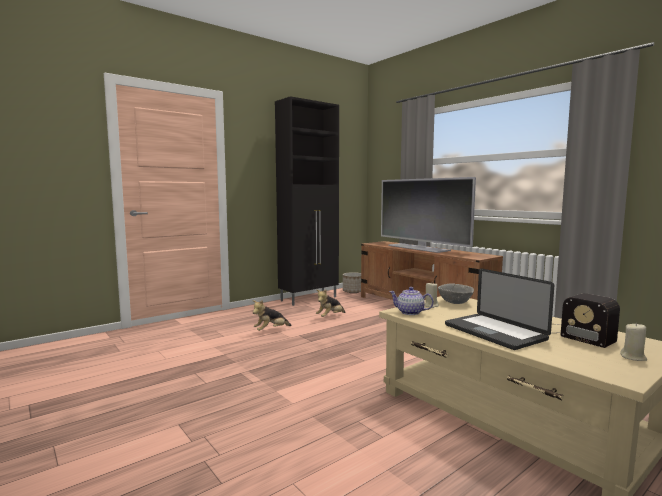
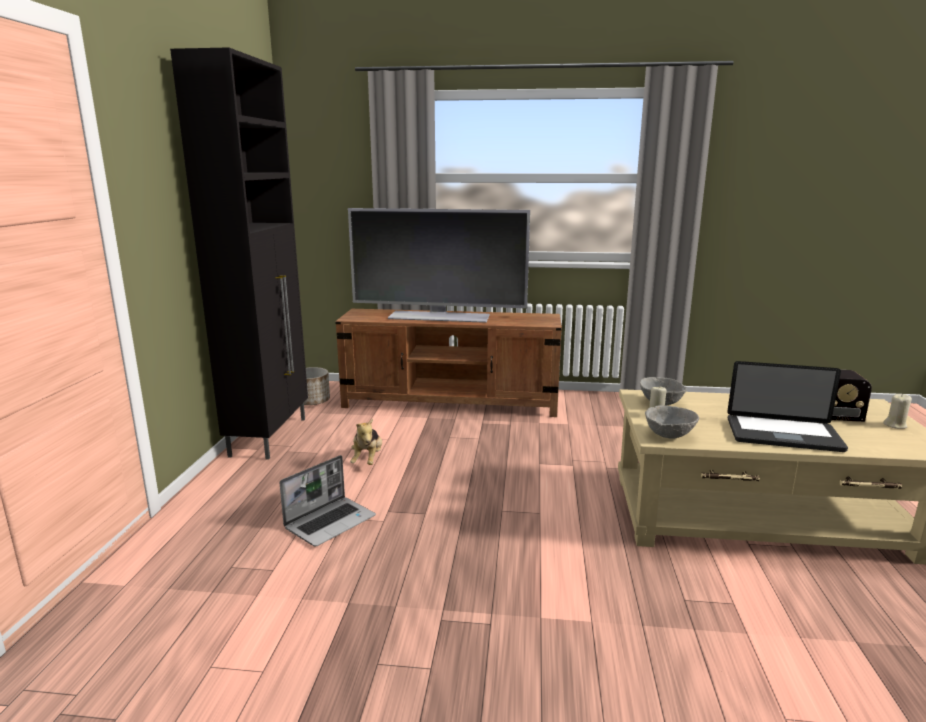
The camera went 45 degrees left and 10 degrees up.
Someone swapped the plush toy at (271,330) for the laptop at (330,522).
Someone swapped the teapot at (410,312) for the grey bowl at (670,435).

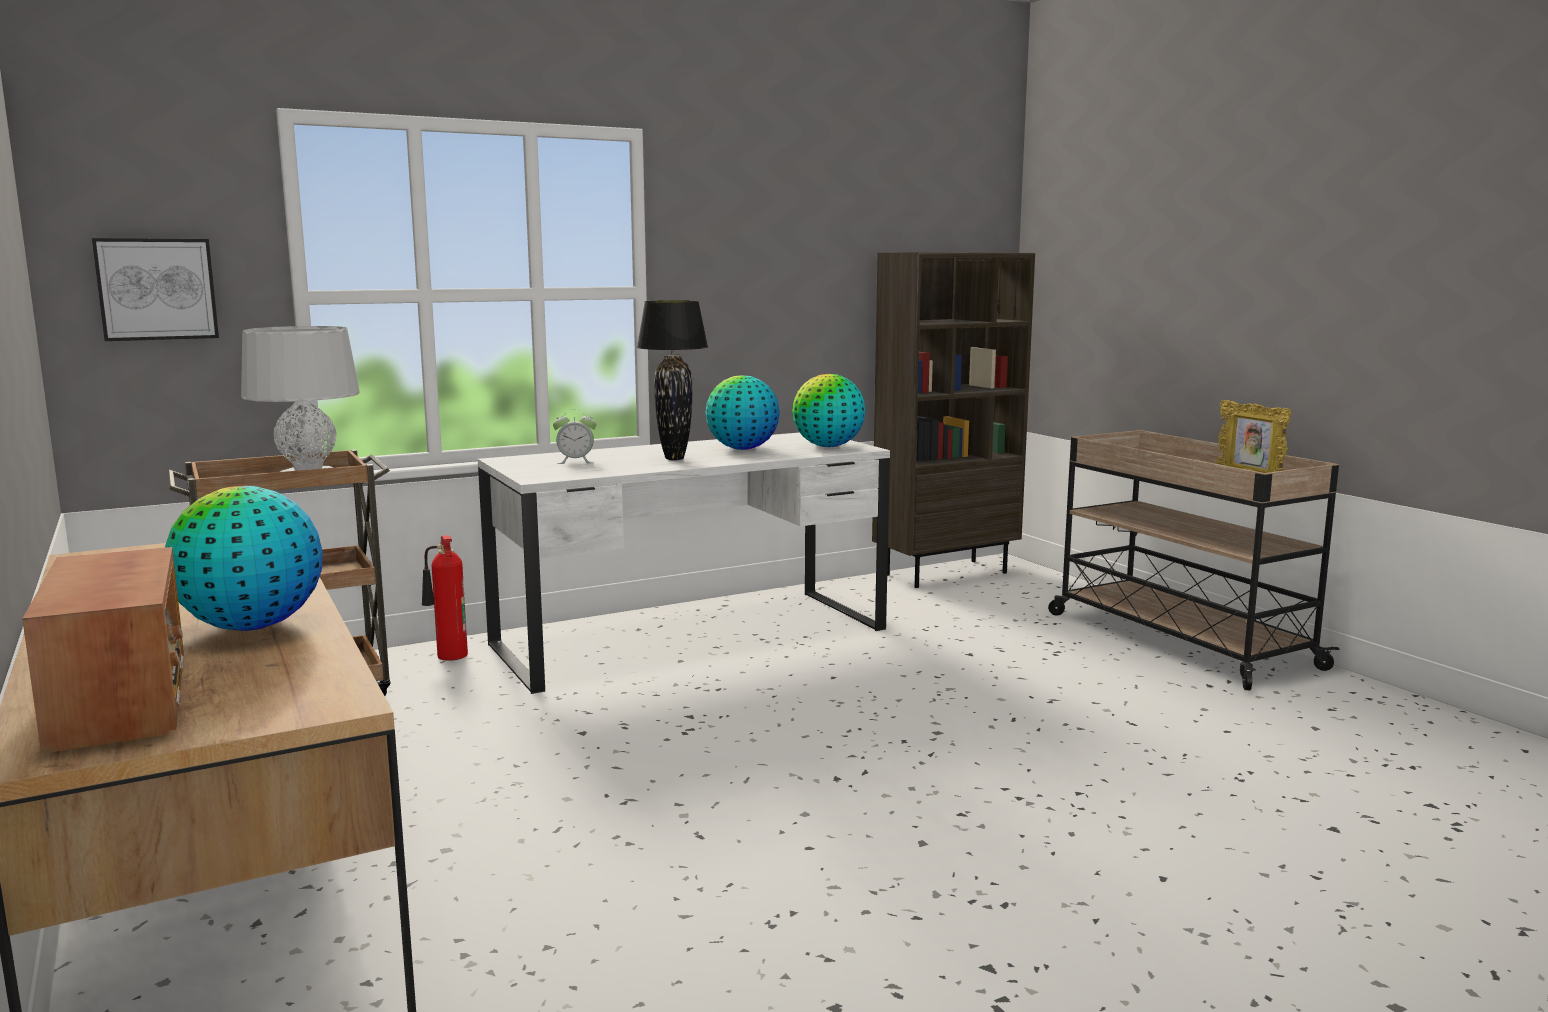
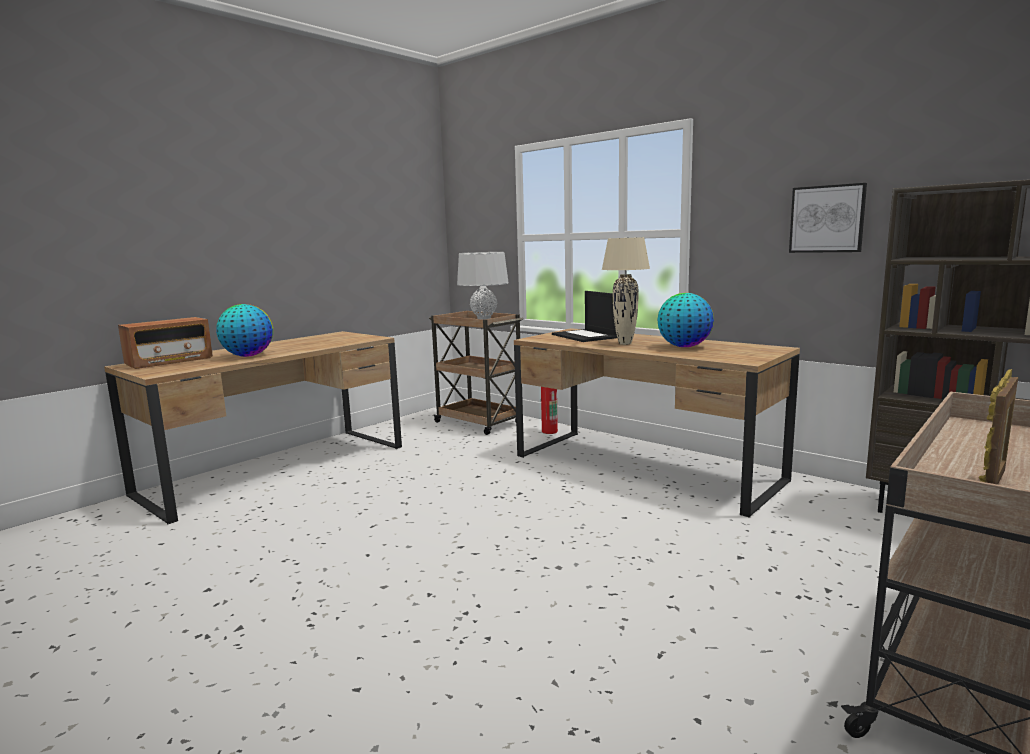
The camera went 70 degrees right and 0 degrees up.
Someone took away the globe at (828,446).
Someone carried the picture from (157,289) to (827,219).
Someone swapped the alarm clock at (576,461) for the laptop at (586,336).
Someone repainted the white desk at (691,637), which became the brown desk at (644,468).
Someone repainted the black table lamp at (674,458), which became the beige table lamp at (625,343).

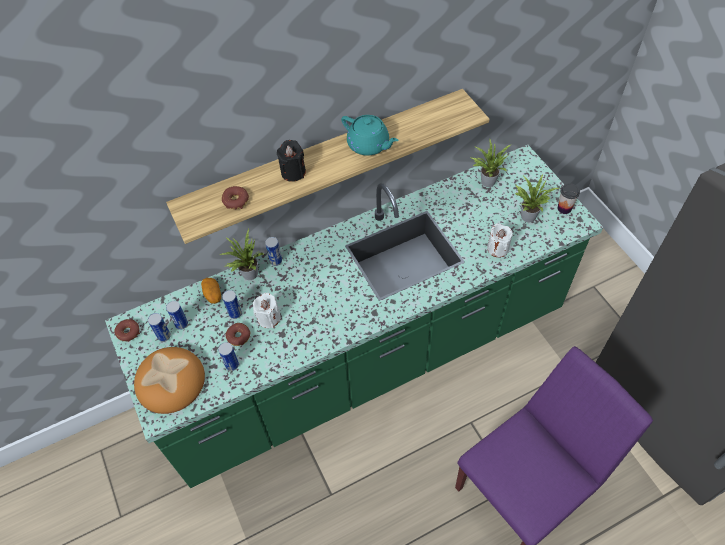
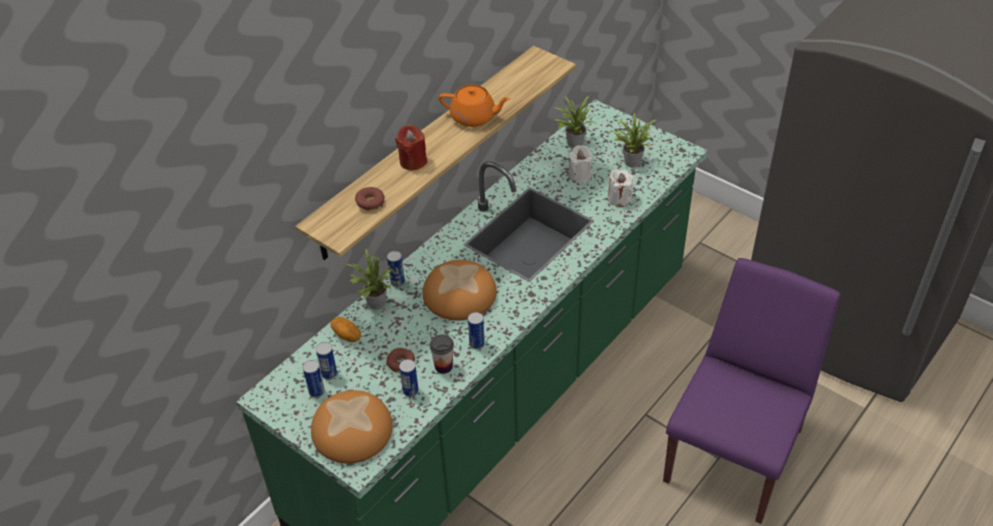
The camera went 25 degrees left and 10 degrees down.
Someone took away the donut at (128,332).
Someone put down the bread at (459,295).
Someone carried the can from (235,313) to (477,344).
Someone carried the white candle from (269,318) to (580,176).
Someone carried the cup from (564,208) to (443,366).
Someone repainted the black candle at (293,172), which became the red candle at (413,161).
Someone repainted the turquoise teapot at (369,145), which became the orange teapot at (474,117).

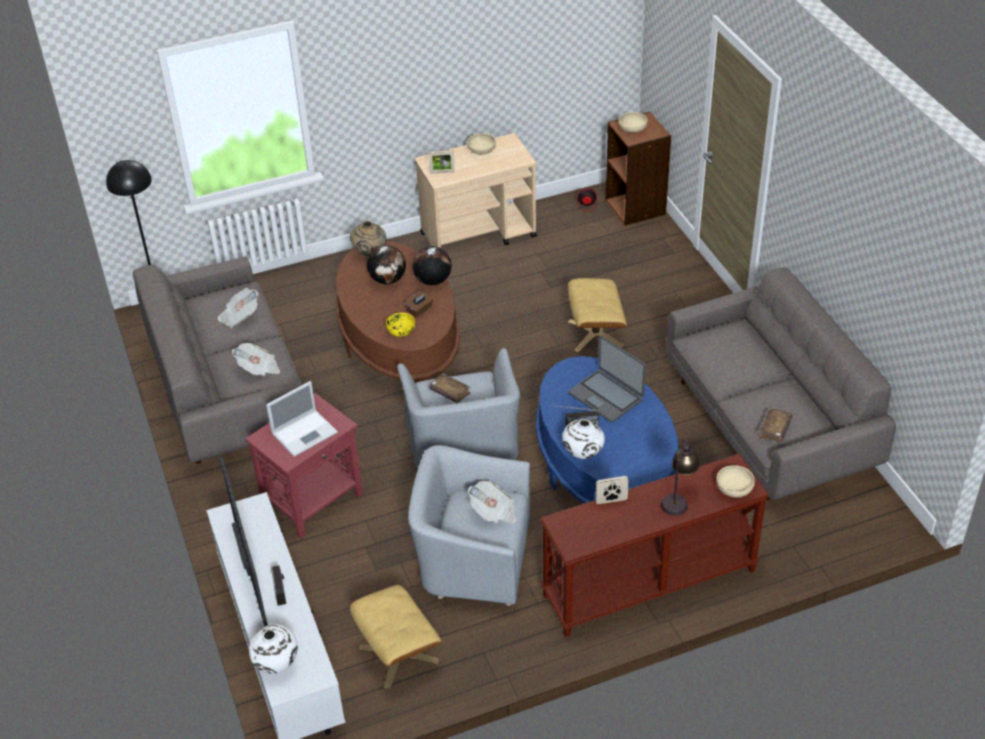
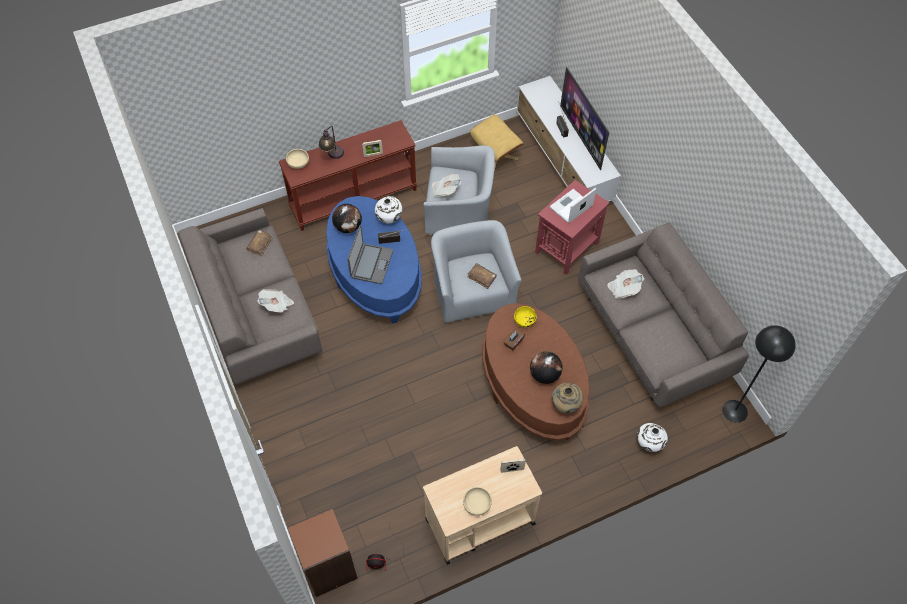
The camera went 175 degrees right and 15 degrees up.
Someone took away the beige ottoman at (595,334).
Someone took away the beige bowl at (632,129).
Someone carried the newspaper from (239,316) to (277,305).
Someone carried the white vase from (277,665) to (649,444).
Someone carried the globe from (432,281) to (348,227).
Someone rotated the laptop at (606,396) by 60 degrees clockwise.

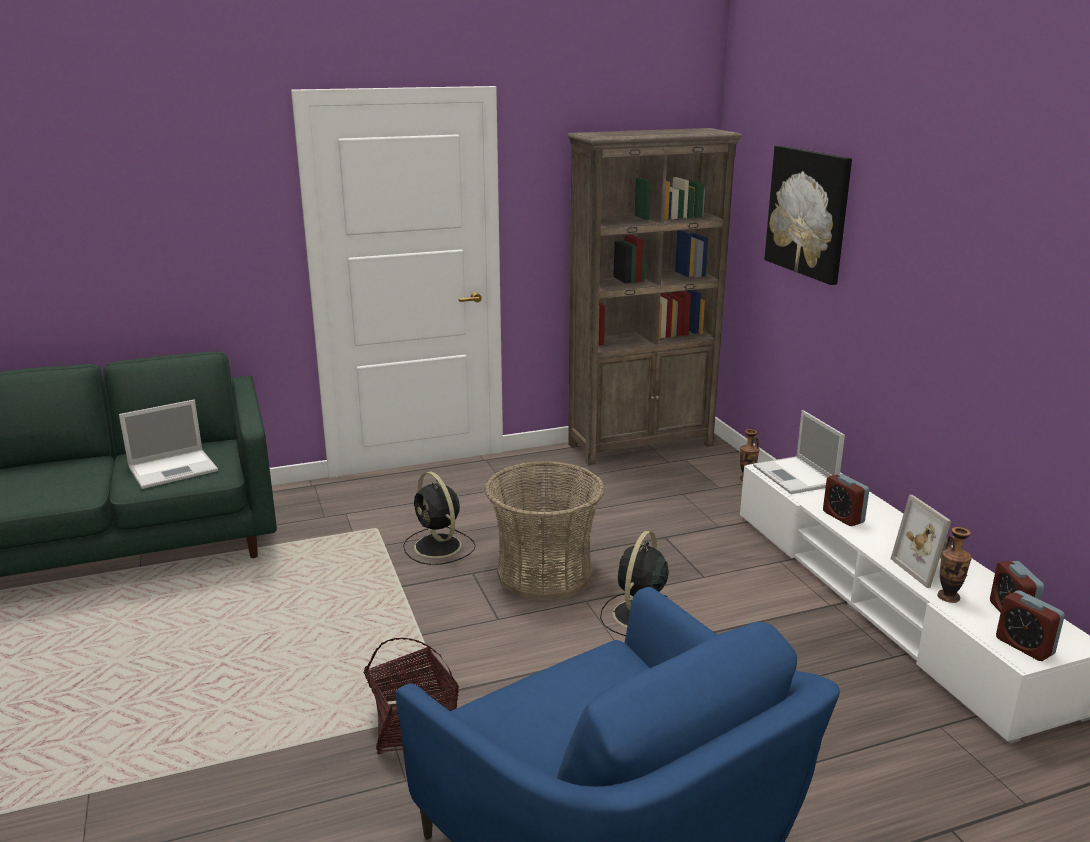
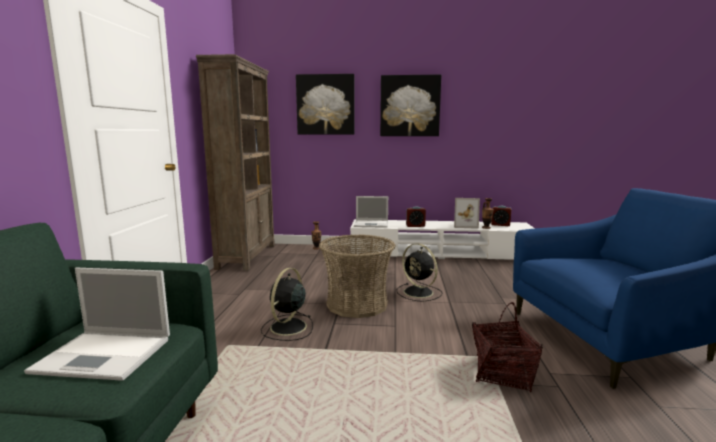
The camera went 65 degrees left and 10 degrees down.
Someone took away the alarm clock at (1024,646).
Someone put up the picture at (410,106).
Someone rotated the laptop at (175,469) by 105 degrees clockwise.
Someone rotated the black fan at (439,547) by 120 degrees clockwise.

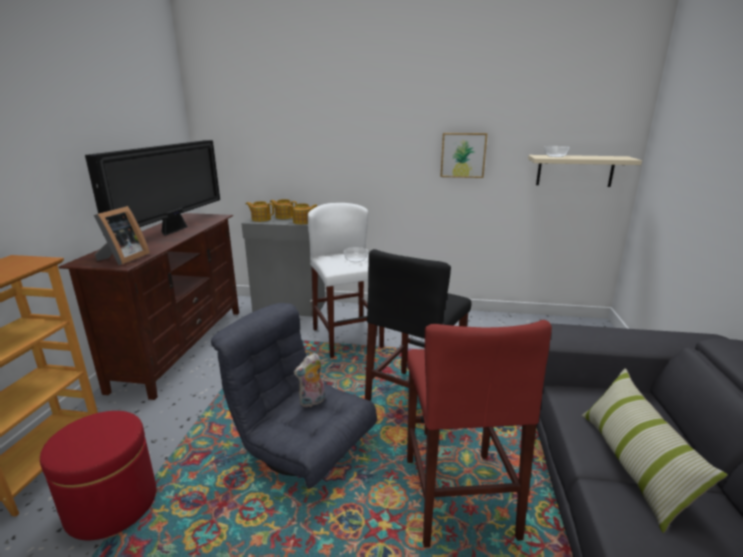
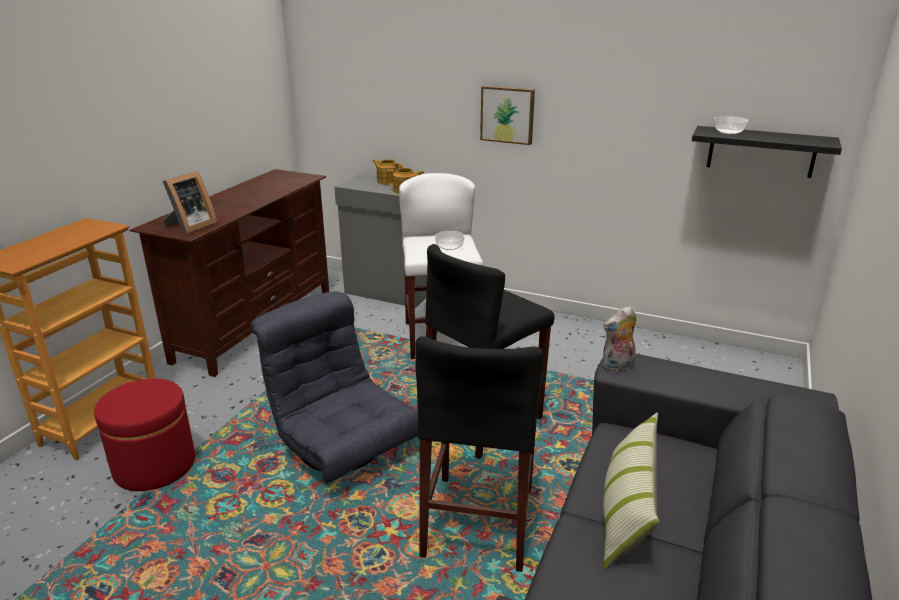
The camera went 15 degrees right and 5 degrees up.
Someone took away the television at (174,230).
Someone took away the teapot at (261,219).
Someone carried the plush toy from (312,402) to (617,367).
Someone carried the picture from (463,155) to (507,114).
Someone repainted the red stool at (458,496), which became the black stool at (479,521).
Someone repainted the beige shelf at (575,170), which became the black shelf at (761,151).

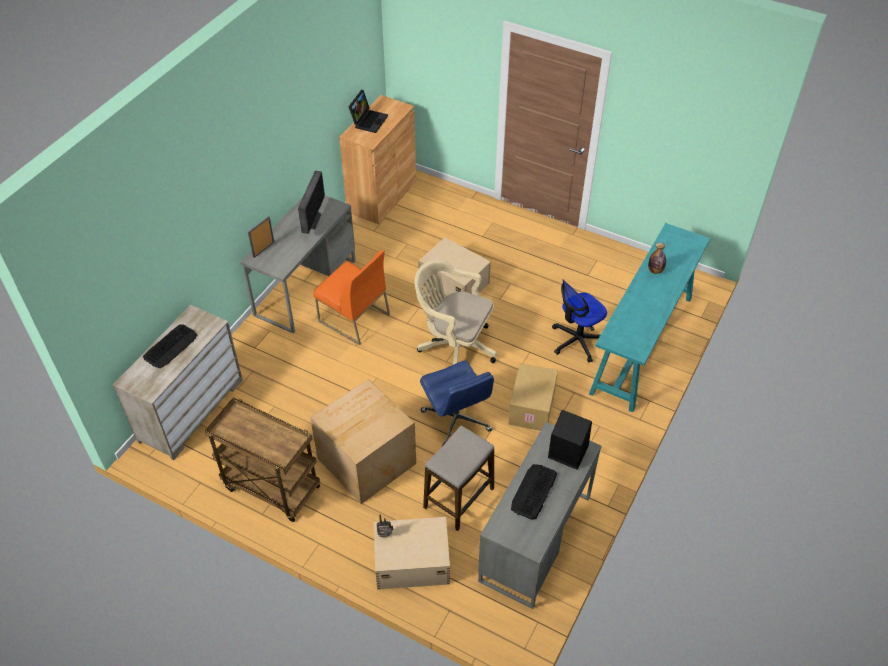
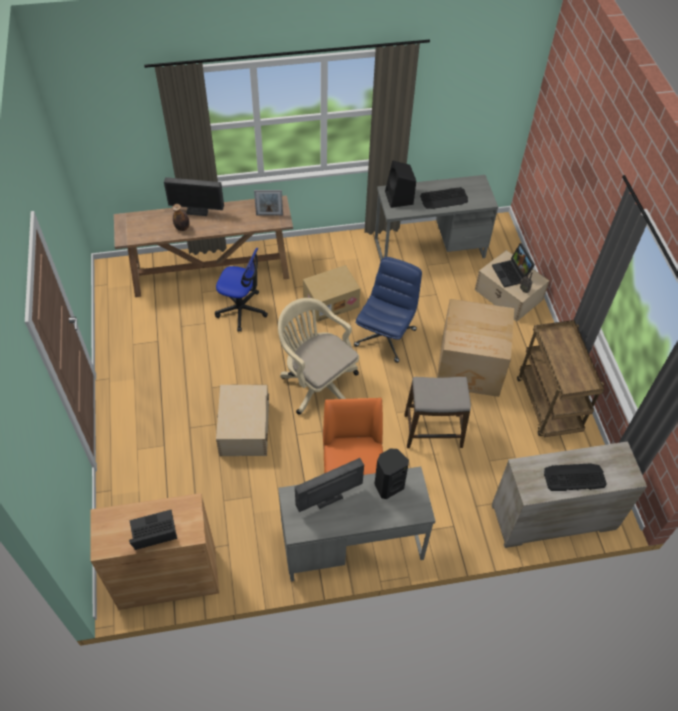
The camera went 130 degrees left and 5 degrees up.
Someone put down the monitor at (197,212).
Someone put down the black speaker at (388,485).
Someone put down the laptop at (512,274).
Someone carried the picture frame from (263,249) to (269,214).
Someone carried the stool from (458,498) to (433,431).
Someone repainted the turquoise console table at (642,345), which became the brown console table at (212,272).
Someone rotated the beige office chair at (453,346) by 150 degrees clockwise.

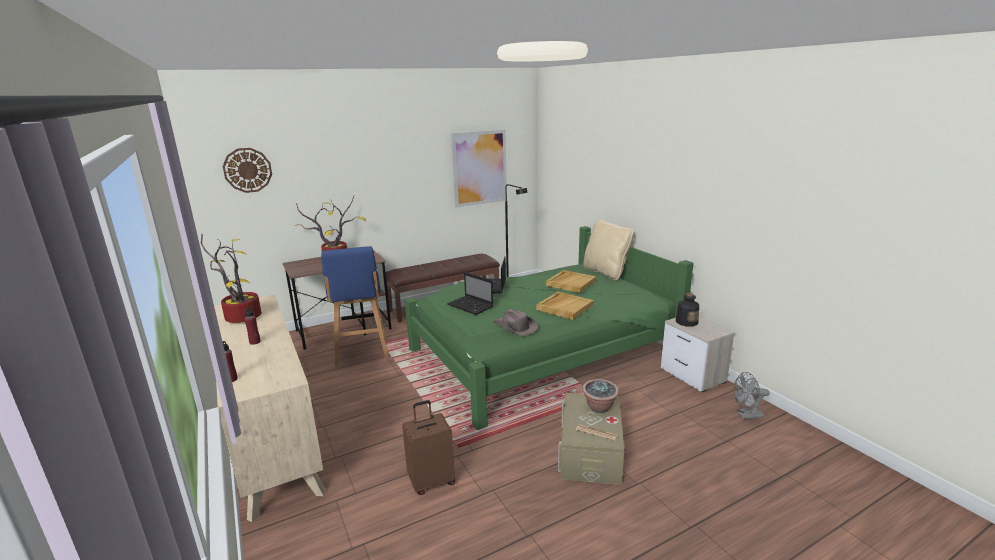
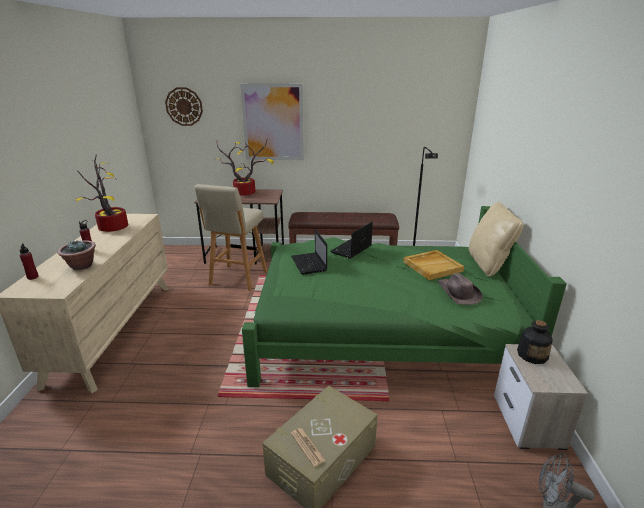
The camera went 30 degrees right and 5 degrees up.
Someone took away the brown suitcase at (431,481).
Someone took away the beige tray at (564,307).
Someone carried the picture from (479,168) to (273,122).
Someone carried the brown hat from (515,327) to (458,293).
Someone carried the potted plant from (599,407) to (81,266).
Someone repainted the blue stool at (361,353), which became the beige stool at (237,279).

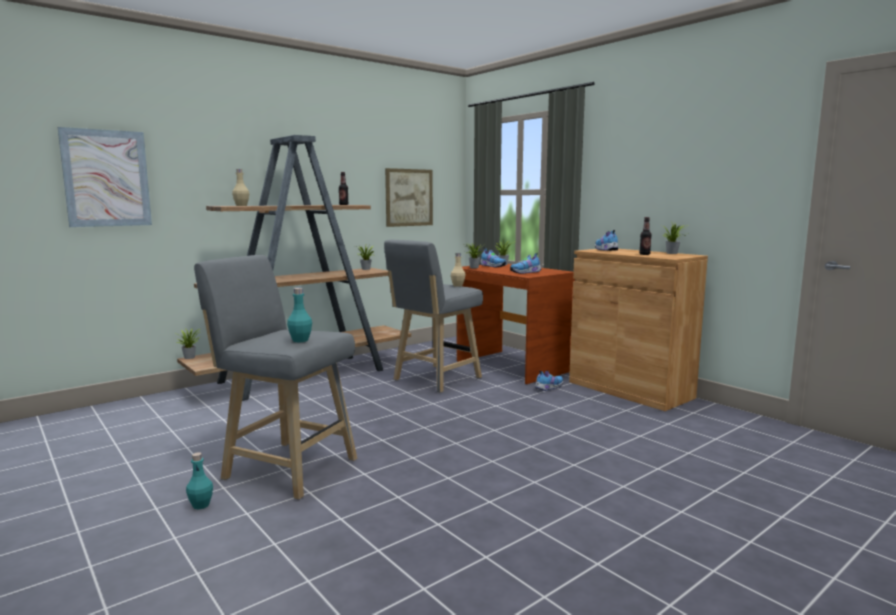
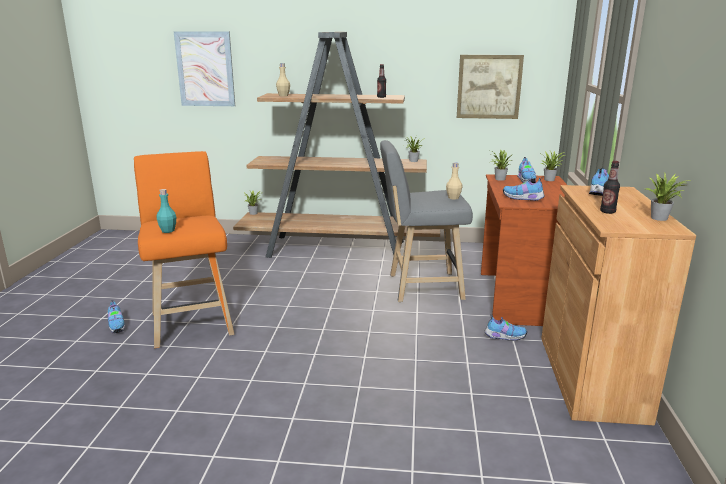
The camera went 45 degrees right and 10 degrees up.
Someone swapped the turquoise bottle at (201,505) for the shoe at (117,326).
Someone repainted the grey stool at (285,467), which became the orange stool at (192,321).

